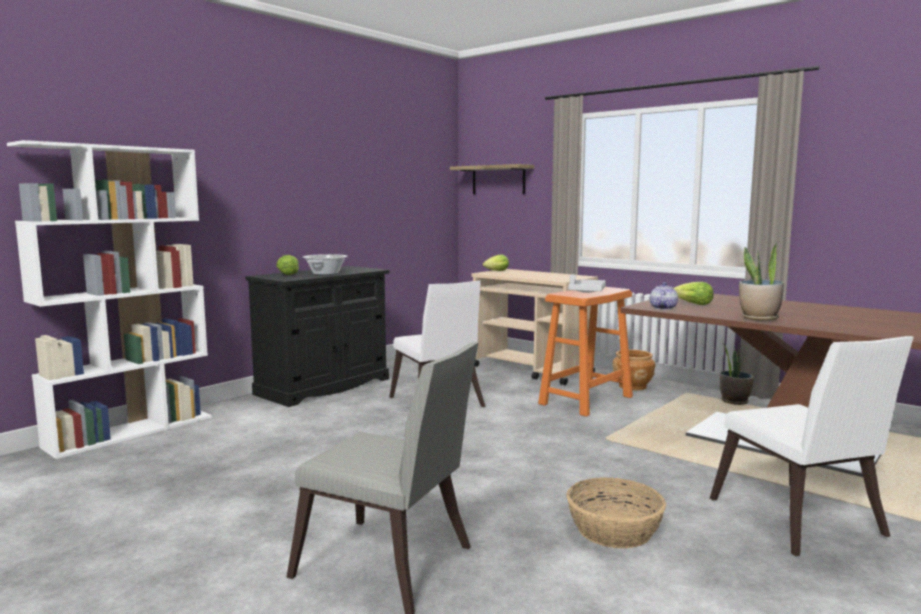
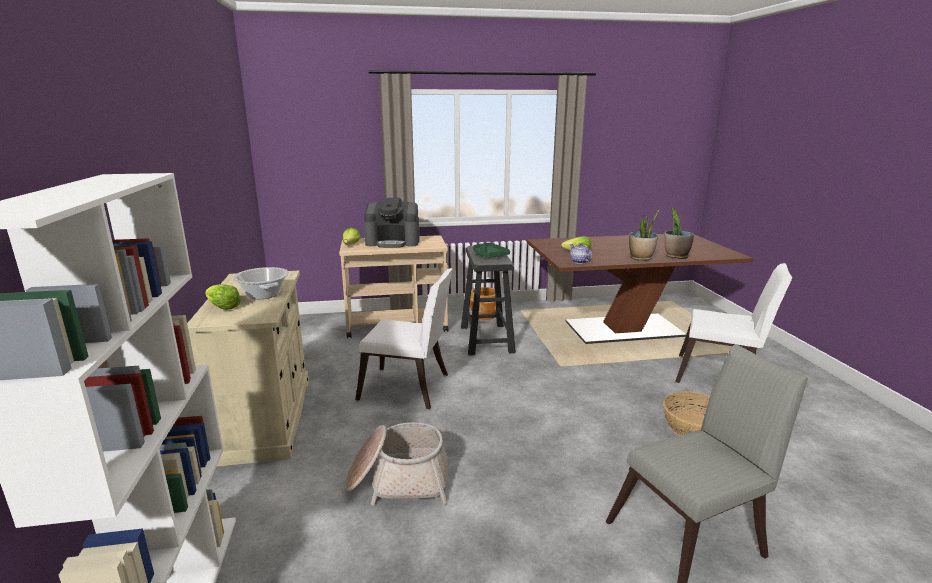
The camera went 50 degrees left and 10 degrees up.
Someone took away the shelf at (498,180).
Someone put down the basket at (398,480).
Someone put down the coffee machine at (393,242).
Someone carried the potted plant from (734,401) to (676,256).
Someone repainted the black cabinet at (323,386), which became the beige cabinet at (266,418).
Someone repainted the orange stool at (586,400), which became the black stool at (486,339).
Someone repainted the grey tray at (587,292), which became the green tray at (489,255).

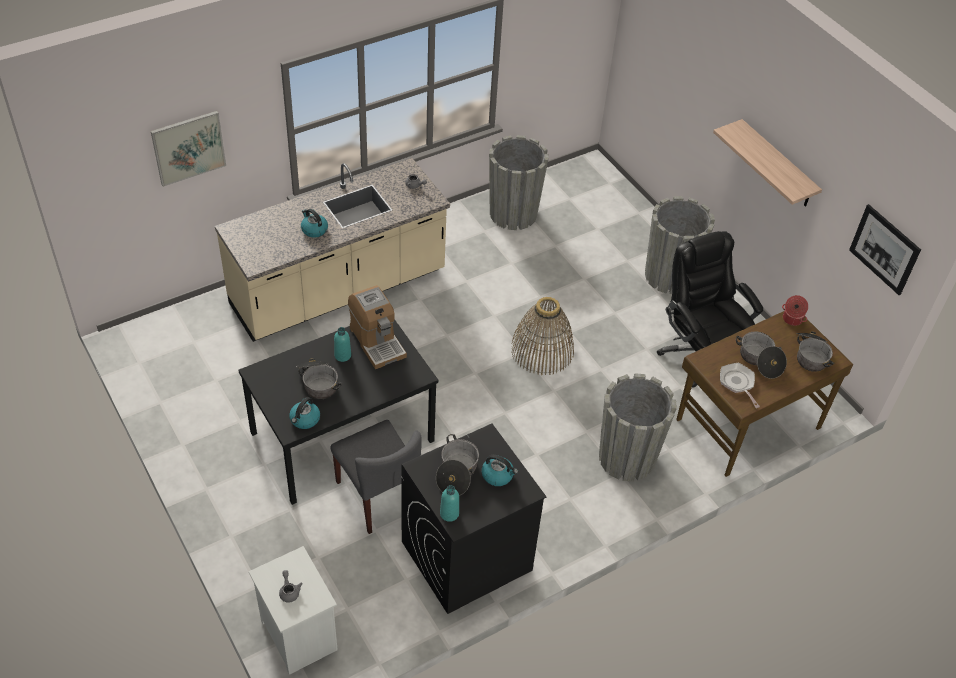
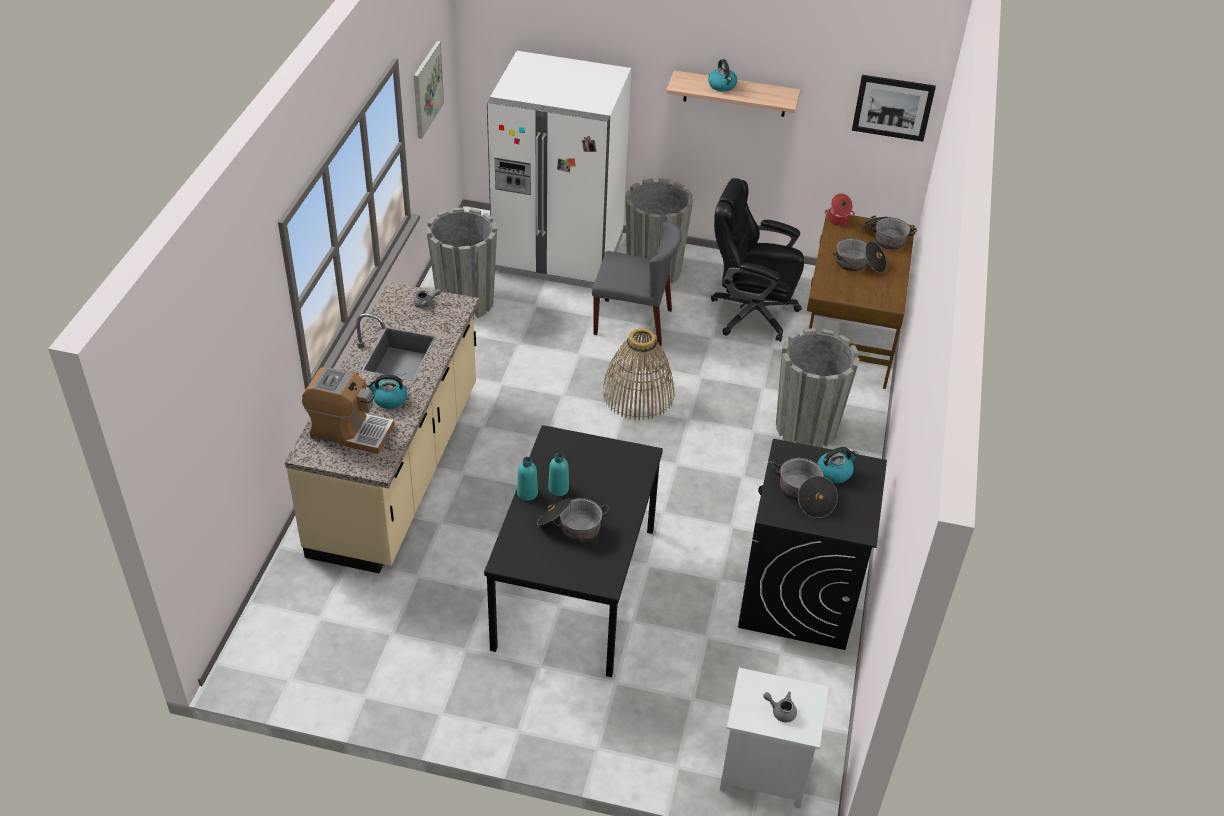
The camera went 45 degrees left and 5 degrees down.
Someone took away the frying pan at (737,383).
Someone put down the white fridge at (558,254).
Someone carried the picture from (188,147) to (427,89).
Someone carried the kettle from (305,420) to (722,86).
Someone carried the grey chair from (379,495) to (633,322).
Someone carried the coffee machine from (377,342) to (350,431).
Someone carried the turquoise bottle from (449,513) to (527,493).

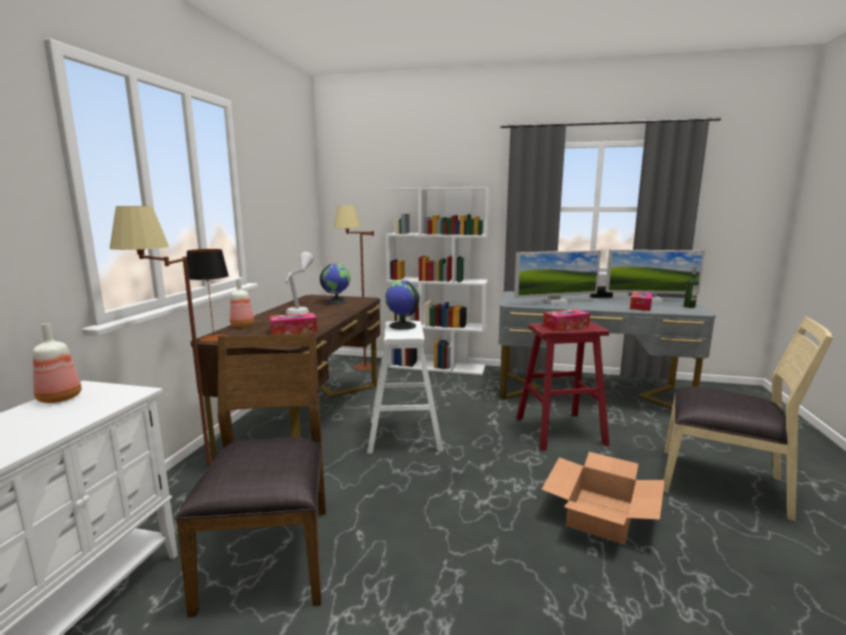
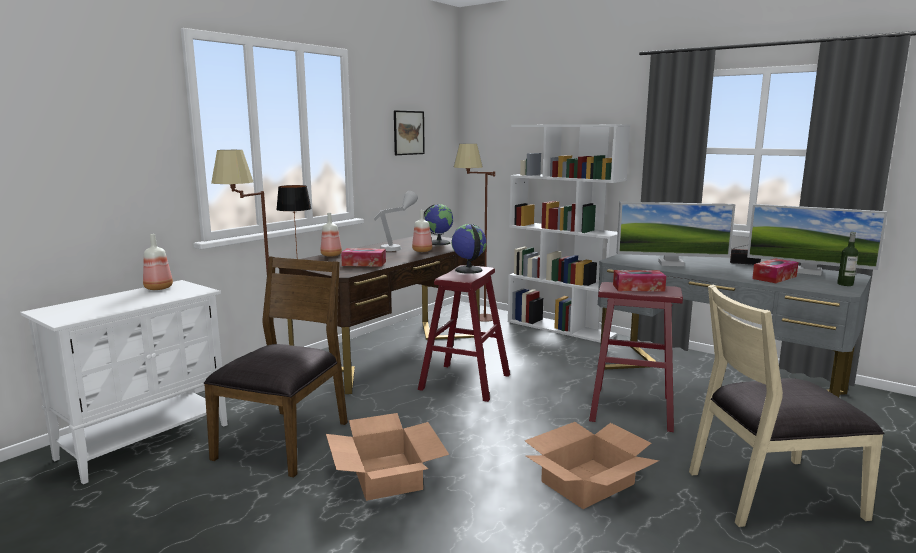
The camera went 25 degrees right and 0 degrees up.
Someone put down the cardboard box at (386,475).
Someone put up the picture at (408,132).
Someone put down the bottle at (422,251).
Someone repainted the white stool at (404,435), which became the red stool at (465,382).
Someone rotated the beige chair at (723,483) by 120 degrees clockwise.

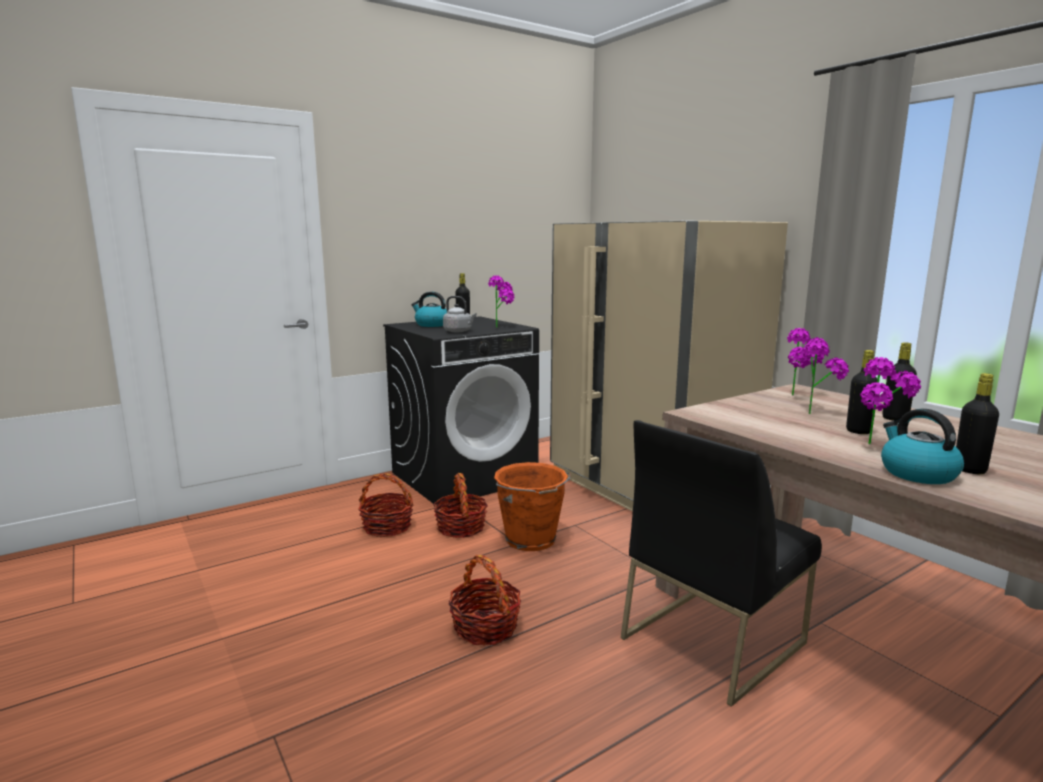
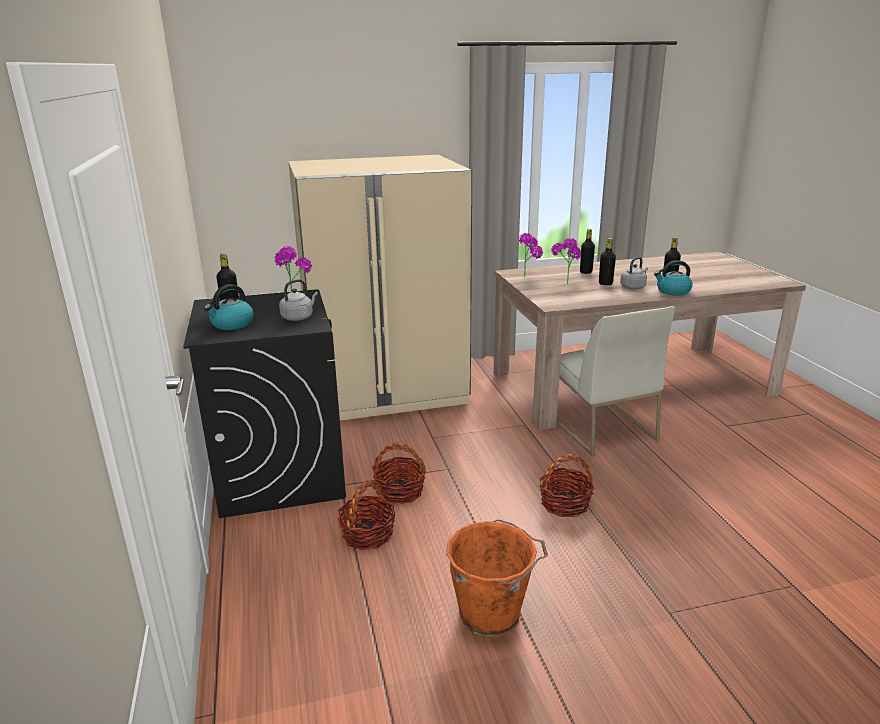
The camera went 70 degrees left and 10 degrees up.
Someone carried the orange bucket from (531,540) to (492,615).
Someone swapped the potted plant at (879,447) for the grey kettle at (633,287).
Someone repainted the black chair at (712,639), which became the white chair at (601,428).

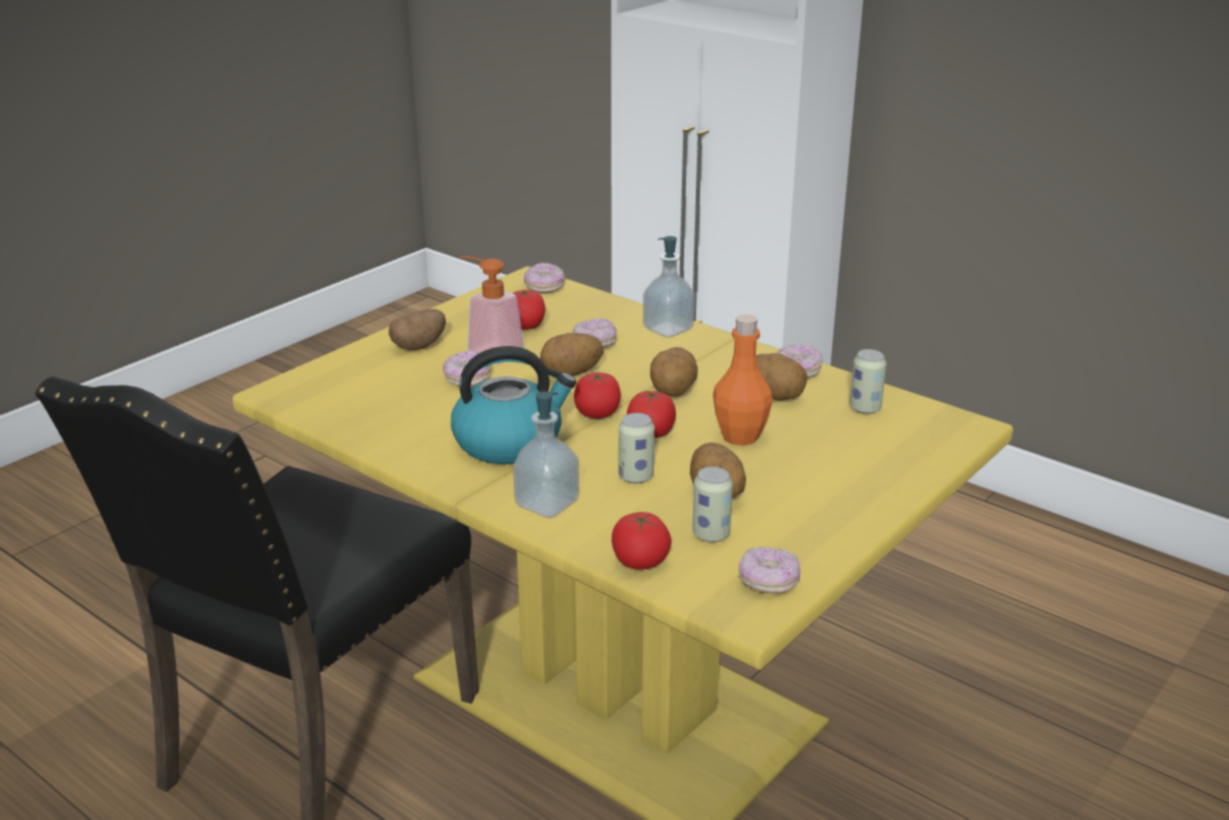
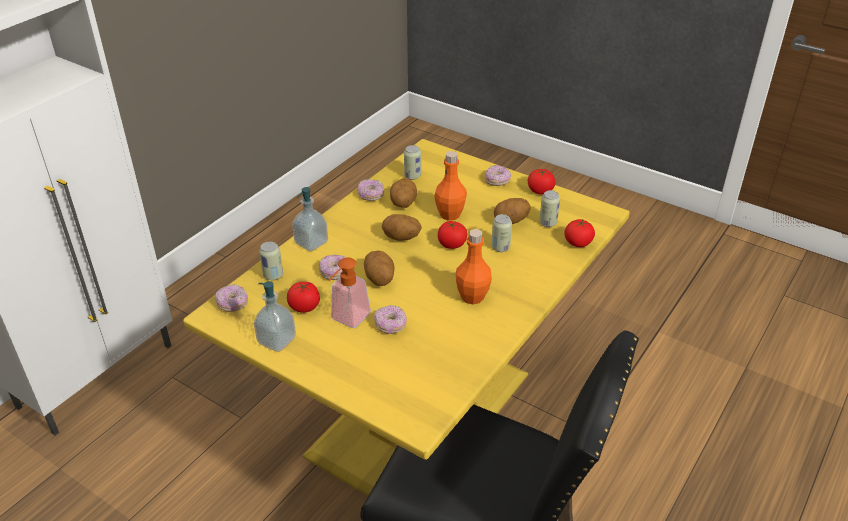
The camera went 95 degrees left and 10 degrees up.
Someone took away the potato at (419,346).
Someone put down the can at (273,275).
Someone carried the soap dispenser from (547,504) to (277,340).
Someone carried the tomato from (597,413) to (540,191).
Someone carried the donut from (768,582) to (497,181).
Someone swapped the kettle at (509,442) for the orange bottle at (472,297).

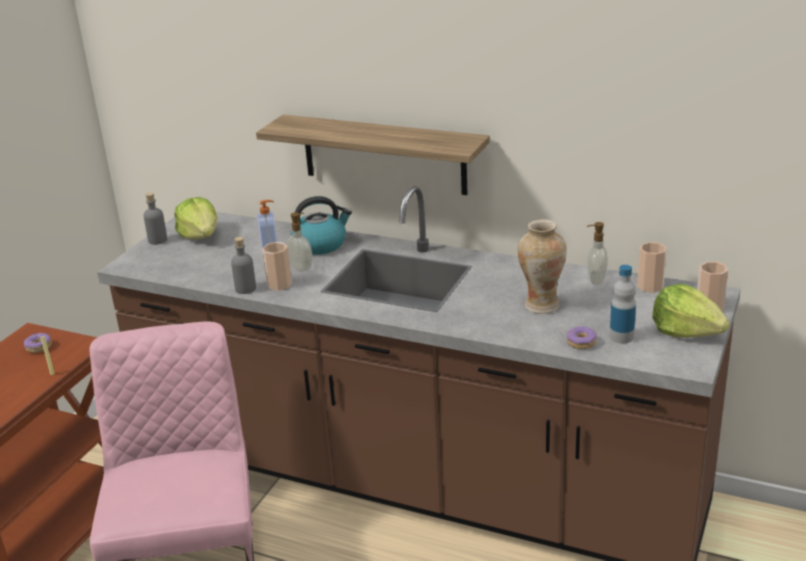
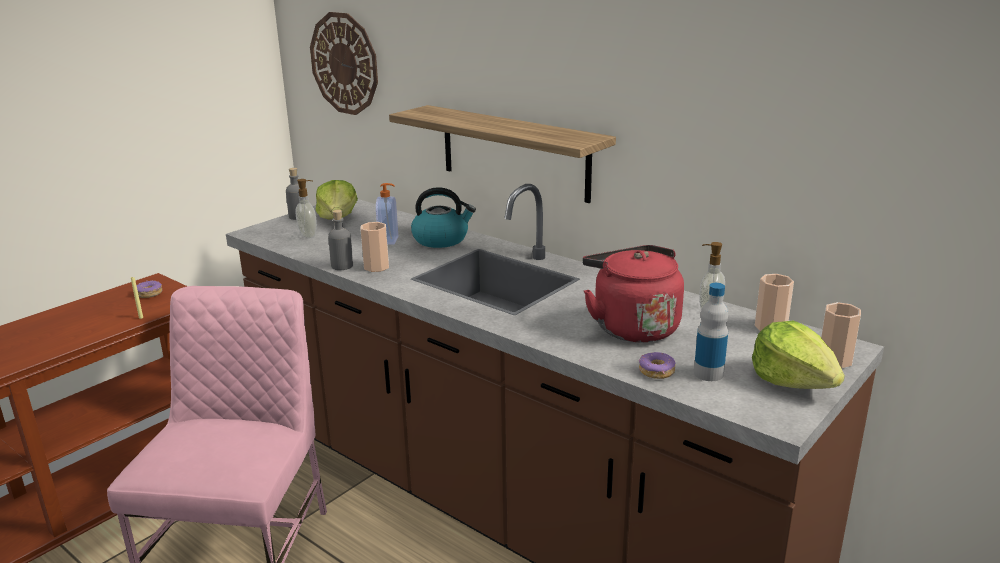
The camera went 15 degrees right and 5 degrees down.
Someone put up the wall clock at (344,63).
Someone carried the soap dispenser from (301,267) to (309,235).
Someone swapped the vase at (541,305) for the red kettle at (632,326).

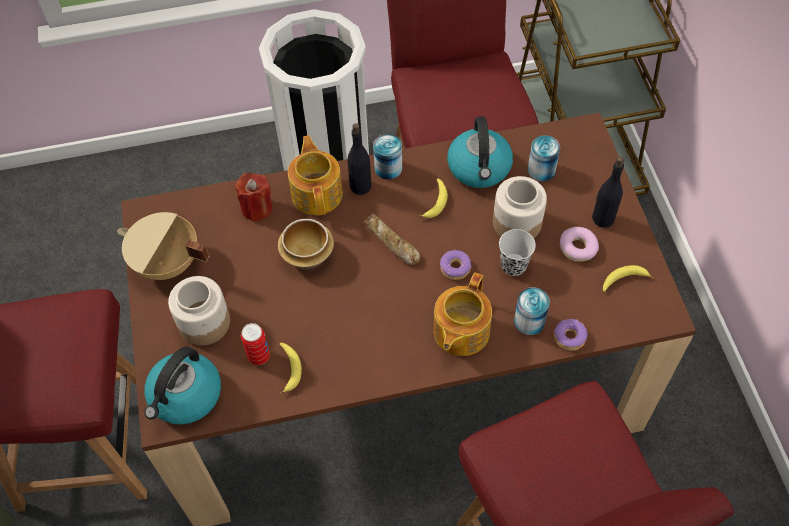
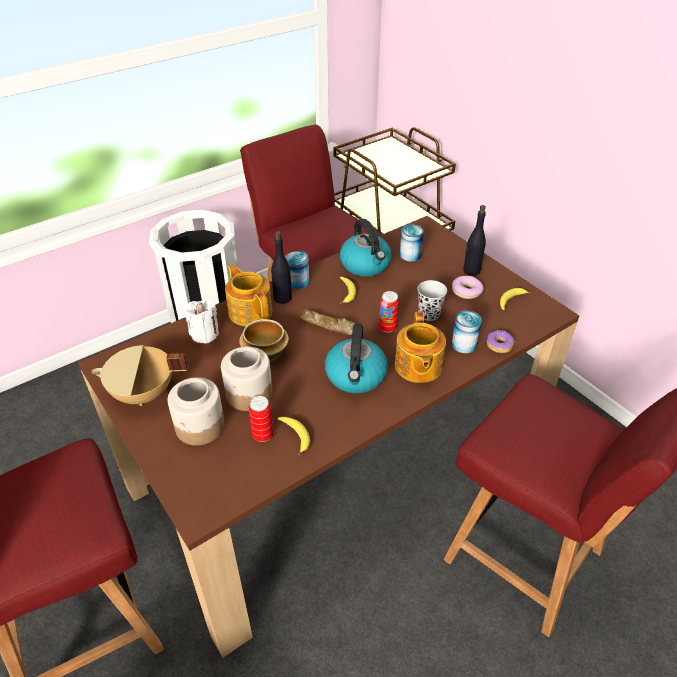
The camera went 25 degrees left and 15 degrees down.
Someone carried the kettle from (185,396) to (356,376).
Someone carried the jar from (516,222) to (248,393).
Someone swapped the donut at (455,268) for the can at (387,328).
Someone repainted the red candle at (257,208), which became the white candle at (204,334).

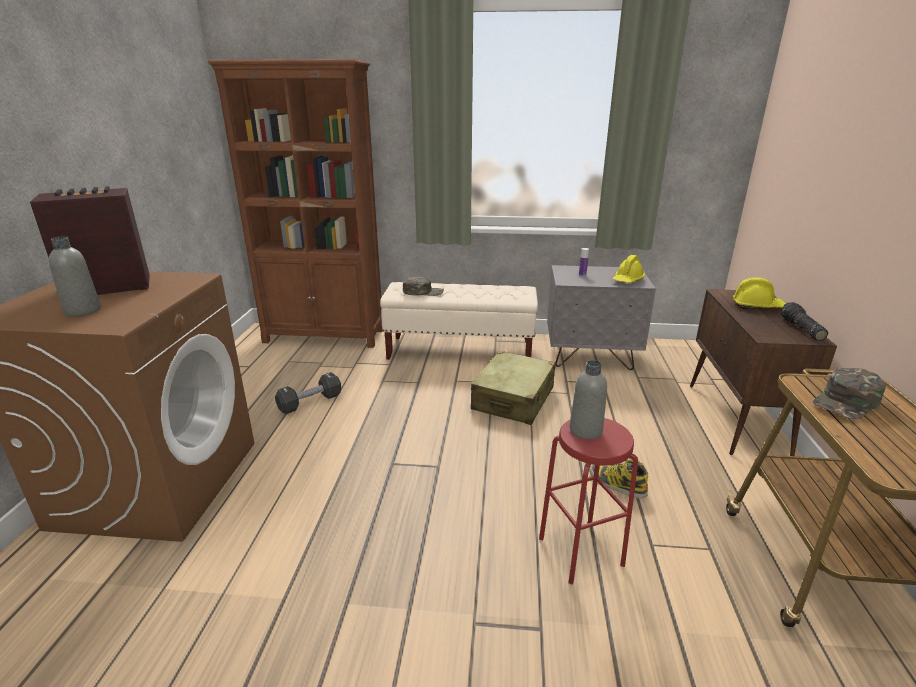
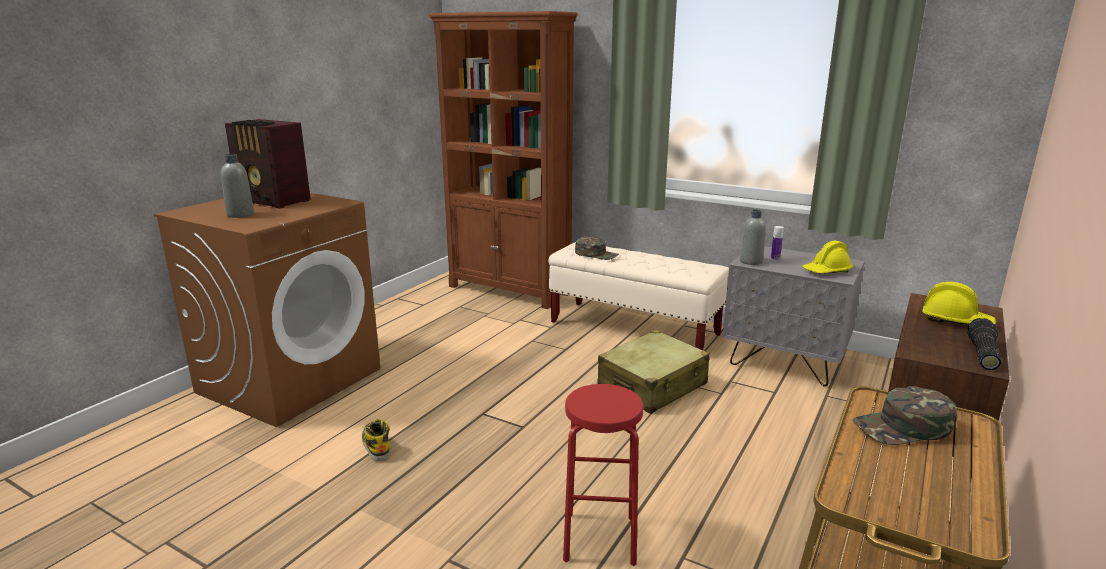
The camera went 25 degrees right and 5 degrees down.
Someone took away the black dumbbell at (310,402).
Someone carried the grey bottle from (585,430) to (751,261).
Someone carried the boot from (616,484) to (376,445).
Someone rotated the radio at (107,287) by 150 degrees counterclockwise.

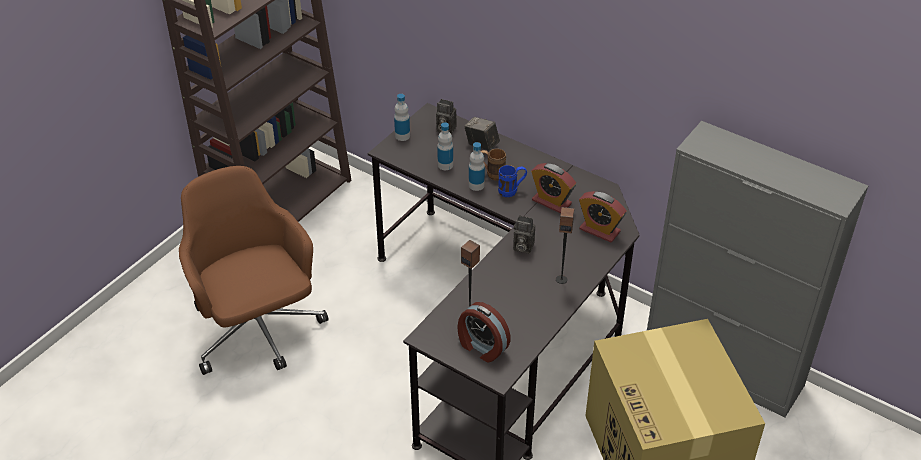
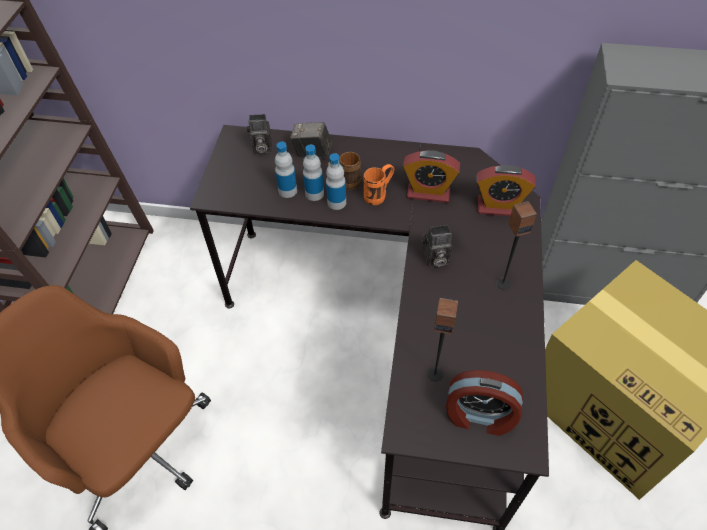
The camera went 25 degrees left and 10 degrees up.
Someone carried the bottle from (402,136) to (314,194).
Someone repainted the blue mug at (512,191), which became the orange mug at (379,195).

